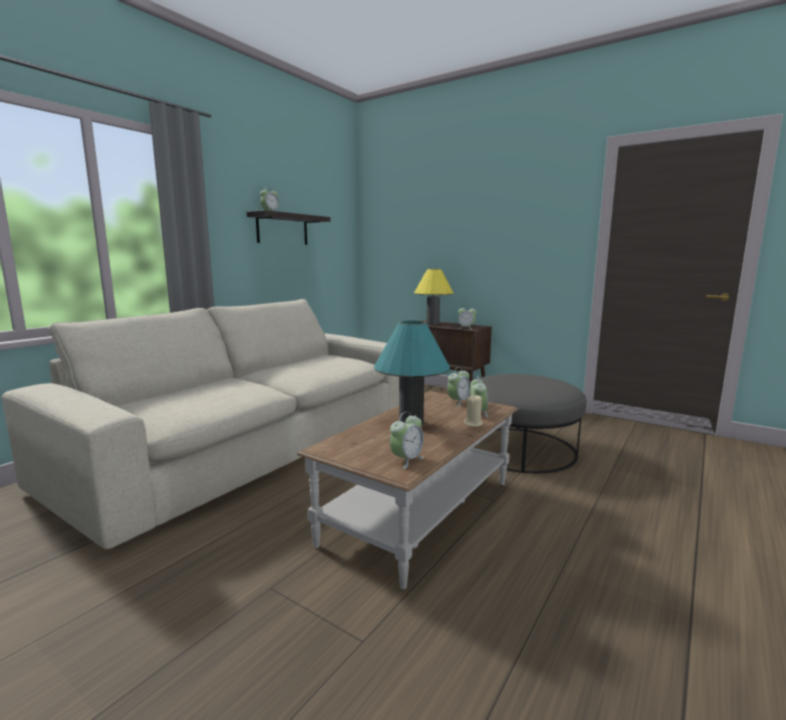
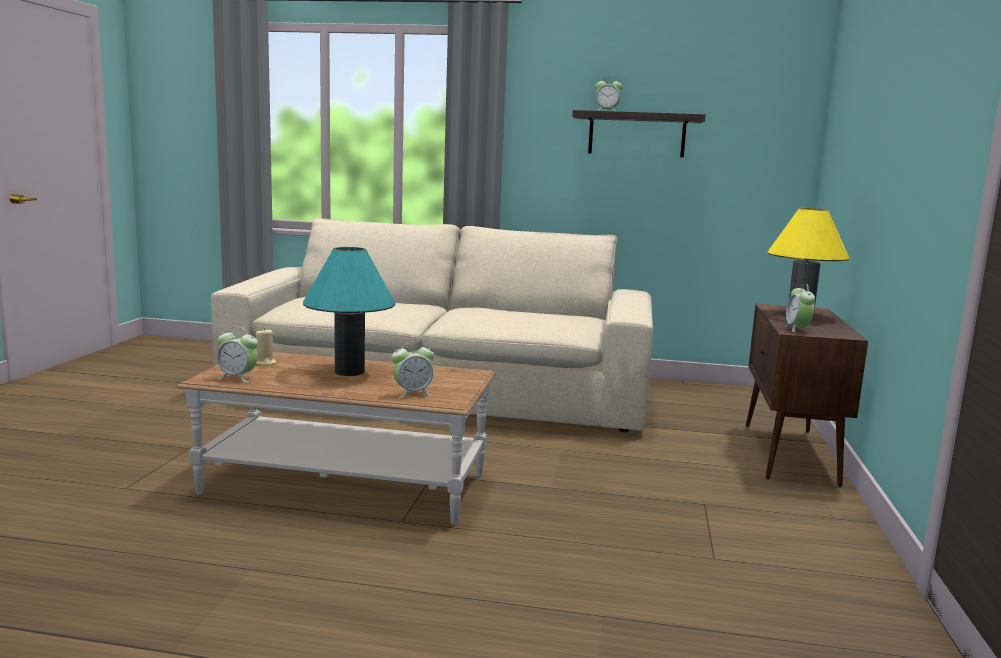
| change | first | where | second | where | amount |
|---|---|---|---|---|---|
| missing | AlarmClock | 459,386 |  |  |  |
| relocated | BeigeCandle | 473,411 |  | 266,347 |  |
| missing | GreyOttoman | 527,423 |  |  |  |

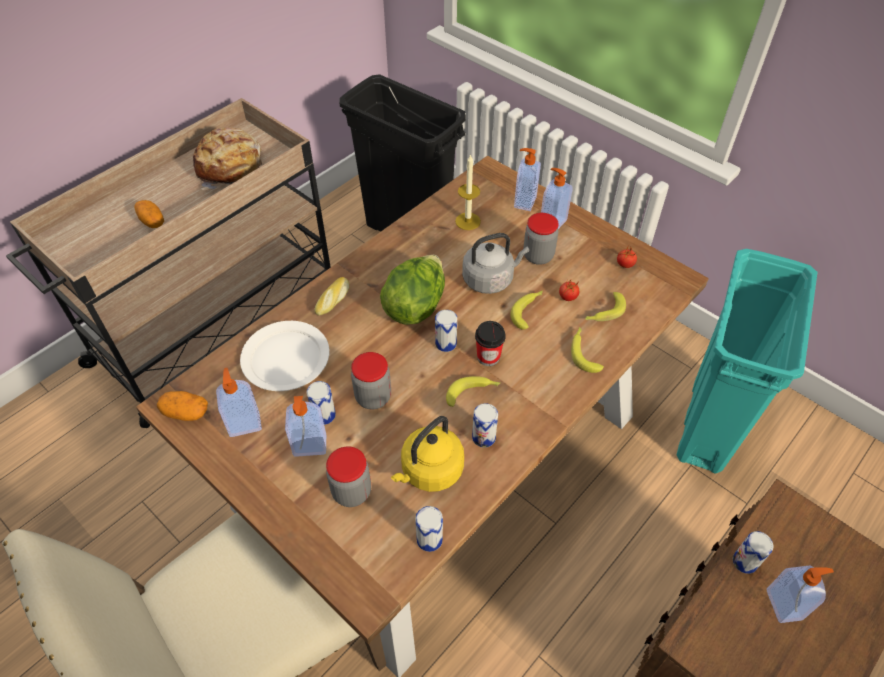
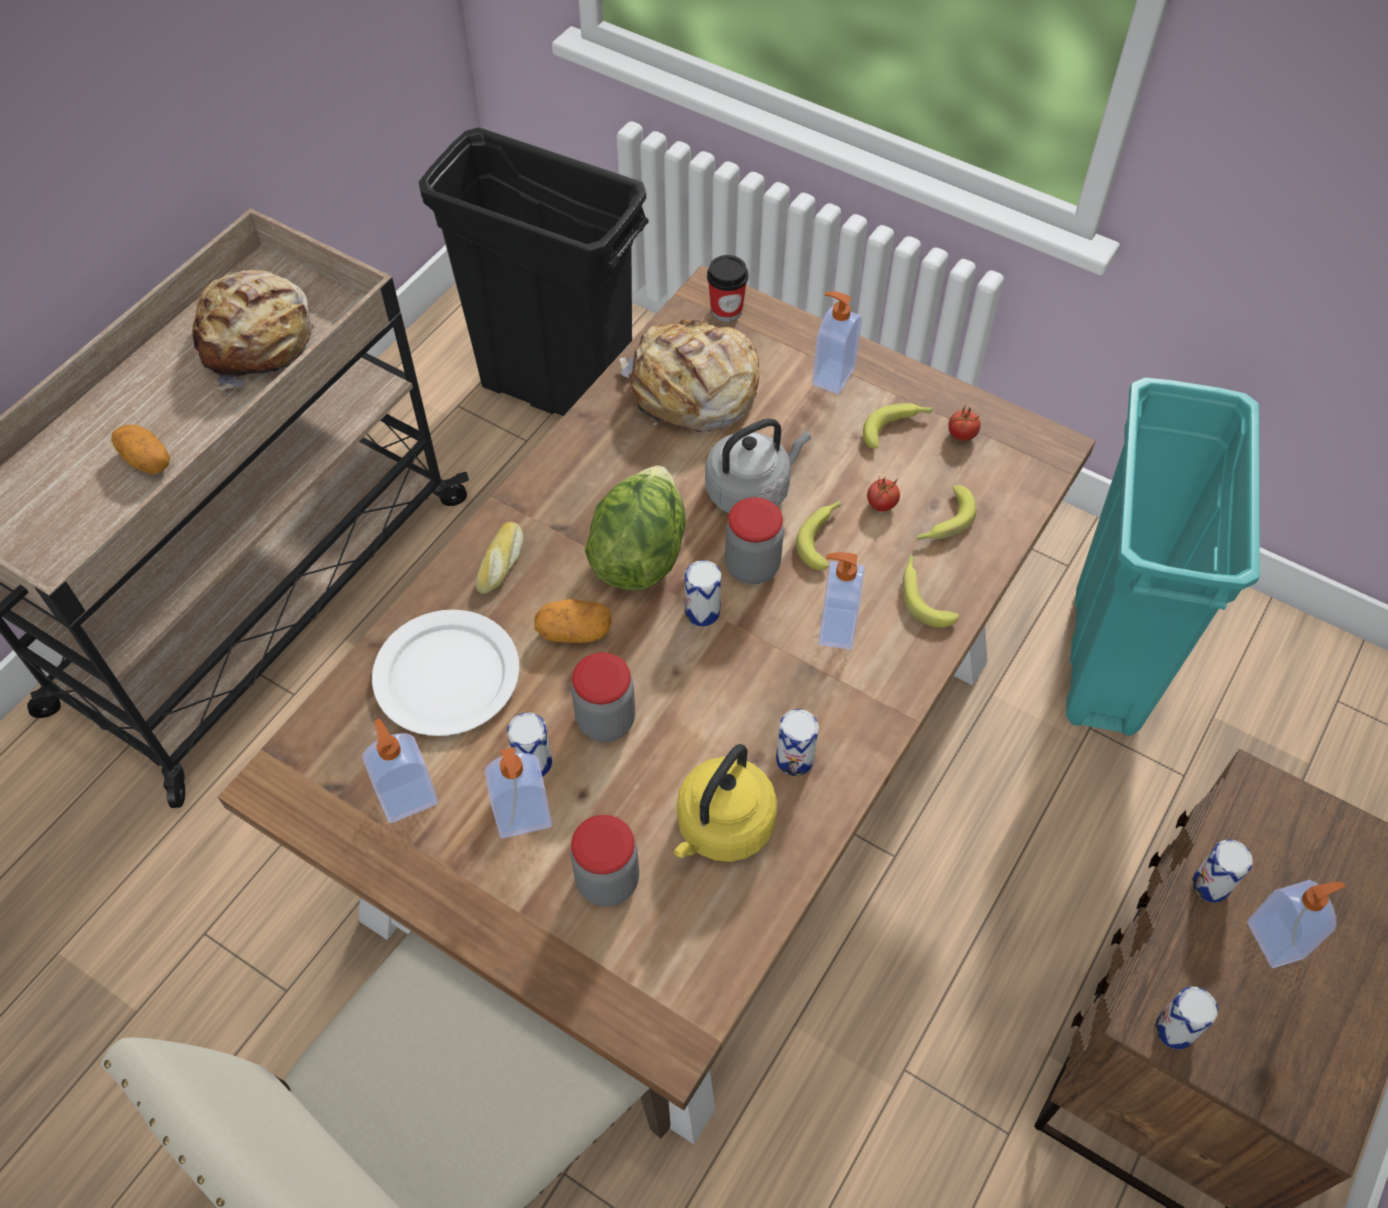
| change | first | where | second | where | amount |
|---|---|---|---|---|---|
| relocated | Potato | 182,406 |  | 573,621 |  |
| relocated | Can | 429,529 |  | 1186,1018 |  |
| relocated | Banana | 473,391 |  | 898,426 |  |
| exchanged | Candle | 468,192 | Bread | 689,376 |  |
| relocated | Cup | 490,343 |  | 727,288 |  |
| relocated | SoapDispenser | 527,179 |  | 842,601 |  |
| relocated | Jar | 541,239 |  | 754,540 |  |

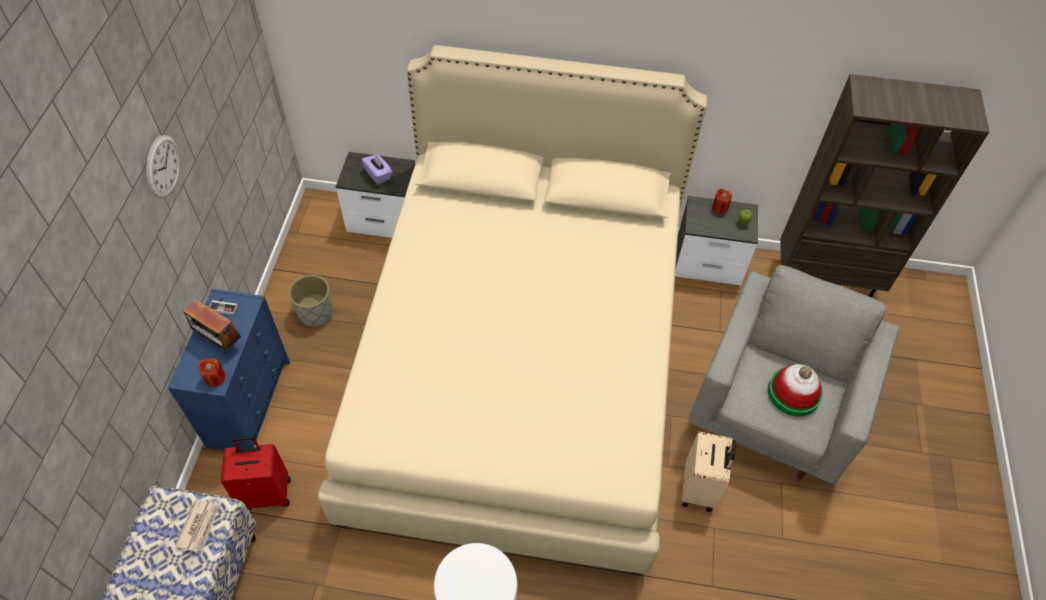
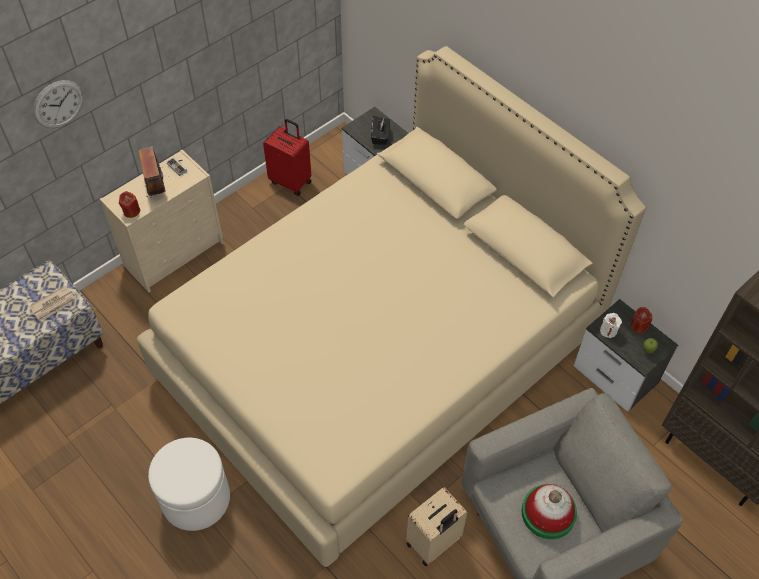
| change | first | where | second | where | amount |
|---|---|---|---|---|---|
| relocated | WallClock | 163,167 |  | 58,104 |  |
| colour | BlueDresser | 228,369 | BeigeDresser | 162,221 |  |
| relocated | RedSuitcase | 256,473 |  | 287,157 |  |
| missing | GreyPlanter | 311,301 |  |  |  |
| colour | PurpleTissueBox | 377,169 | BlackTissueBox | 380,130 |  |
| appeared |  |  | WhiteCandle | 611,325 |  |

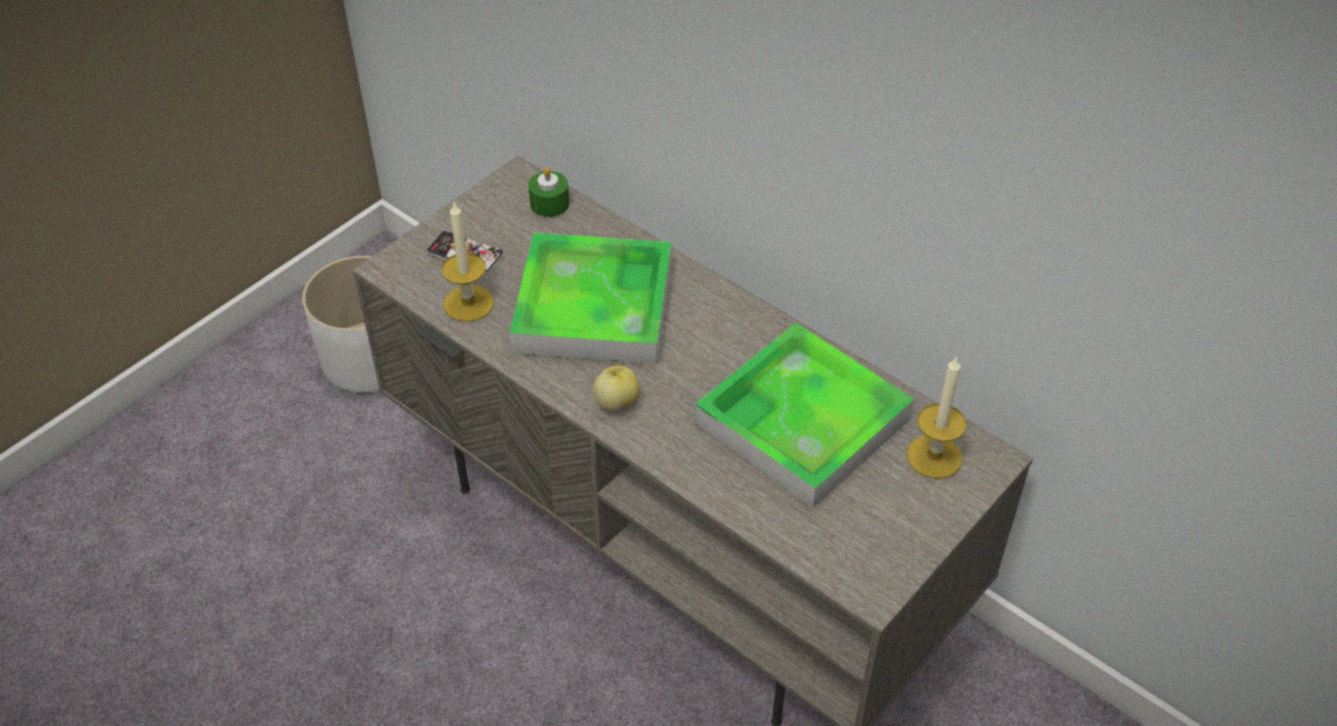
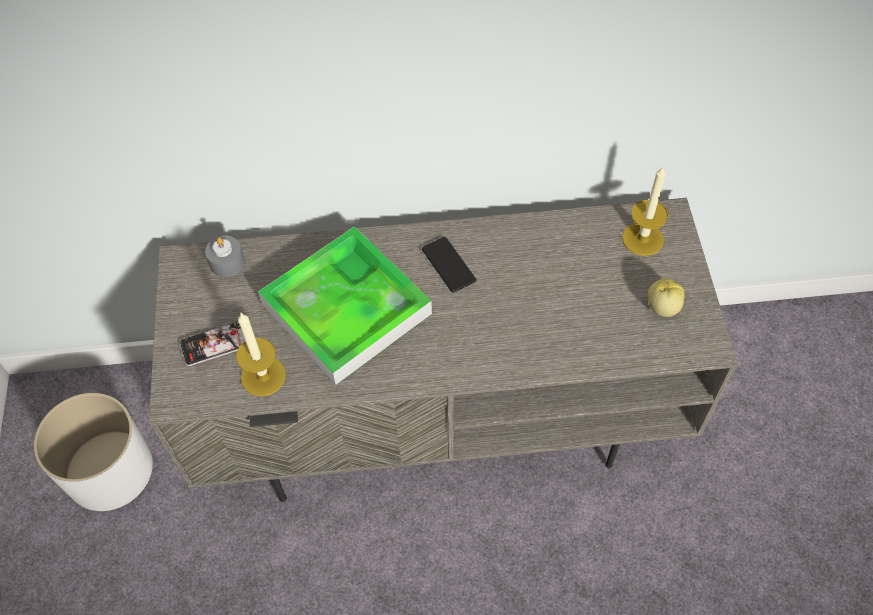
| change | first | where | second | where | amount |
|---|---|---|---|---|---|
| colour | GreenCandle | 548,192 | GreyCandle | 225,256 |  |
| relocated | Apple | 616,388 |  | 666,297 |  |
| missing | Tray | 804,415 |  |  |  |
| appeared |  |  | Phone | 449,265 |  |

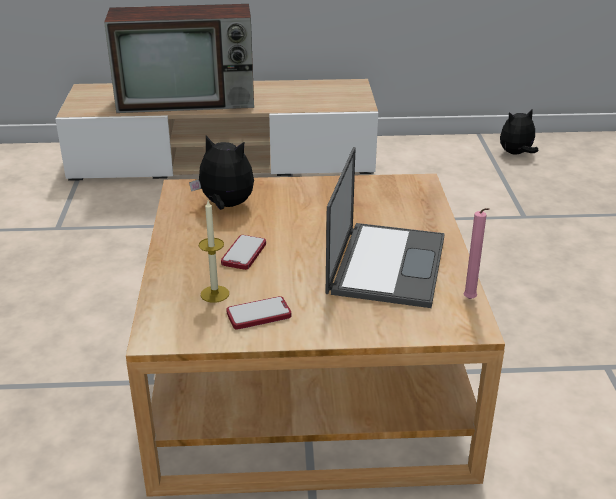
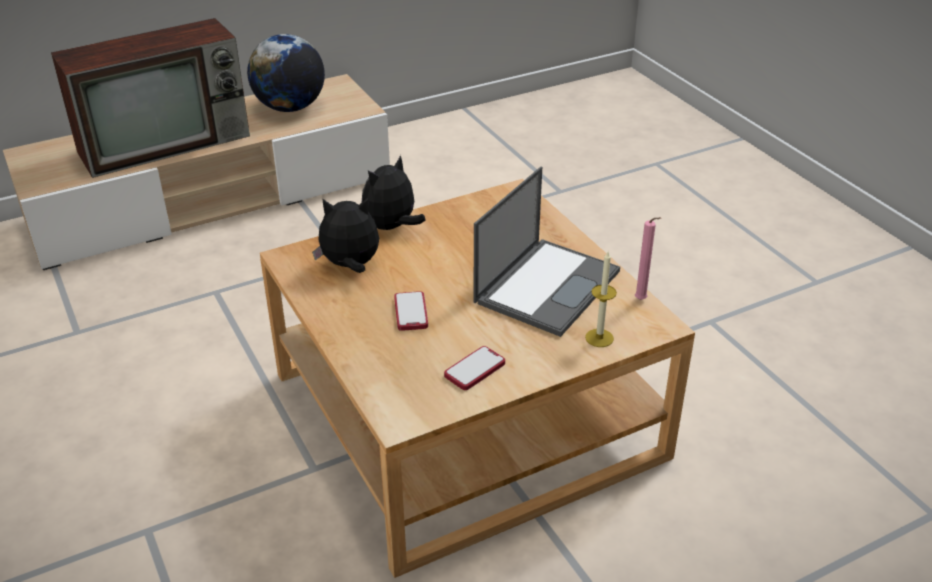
| change | first | where | second | where | amount |
|---|---|---|---|---|---|
| relocated | Candle | 214,251 |  | 601,299 |  |
| spun | Laptop | 385,227 |  | 547,252 | 45 degrees clockwise |
| relocated | PlushToy | 519,131 |  | 393,192 |  |
| appeared |  |  | Globe | 286,73 |  |

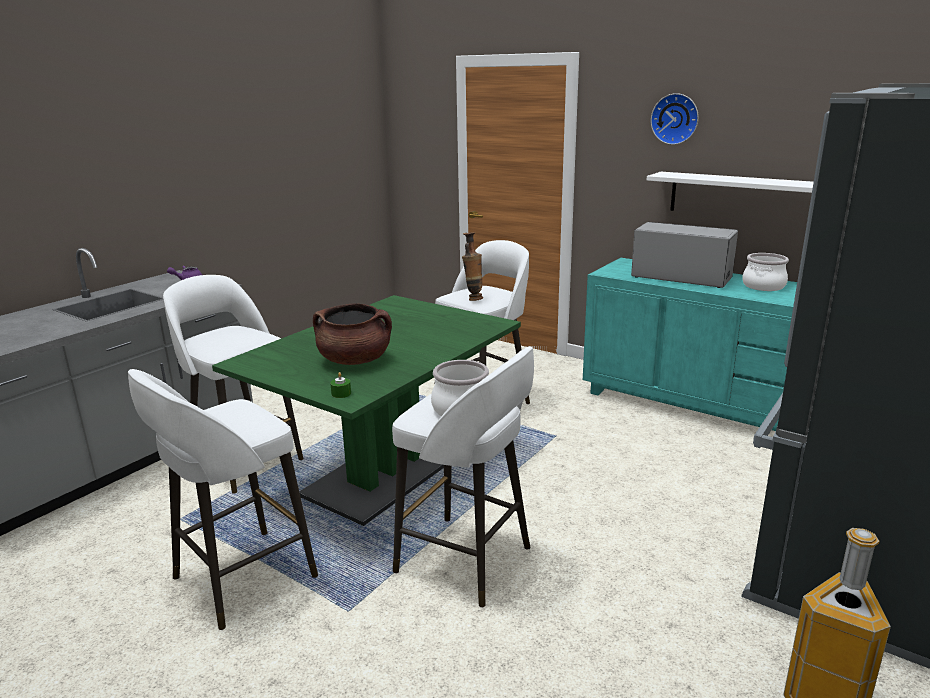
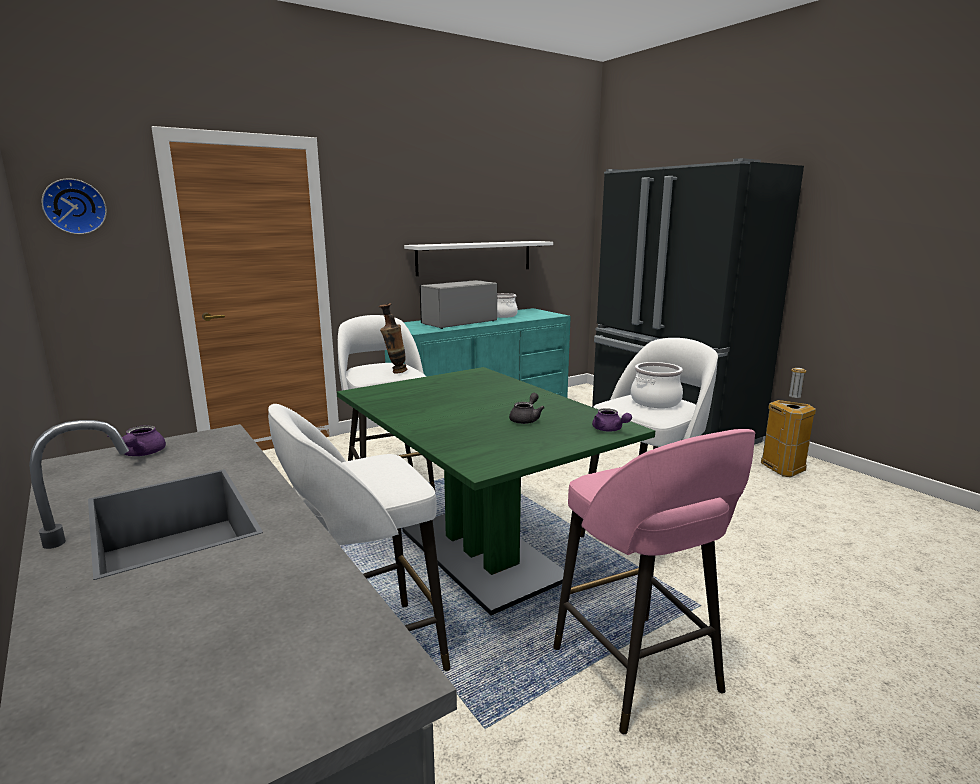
| change | first | where | second | where | amount |
|---|---|---|---|---|---|
| colour | WhiteStool | 223,499 | PinkStool | 654,581 |  |
| exchanged | BrownCookingPot | 352,334 | GreyTeapot | 527,408 |  |
| exchanged | GreenCandle | 340,385 | PurpleTeapot | 612,420 |  |
| relocated | WallClock | 675,119 |  | 74,206 |  |

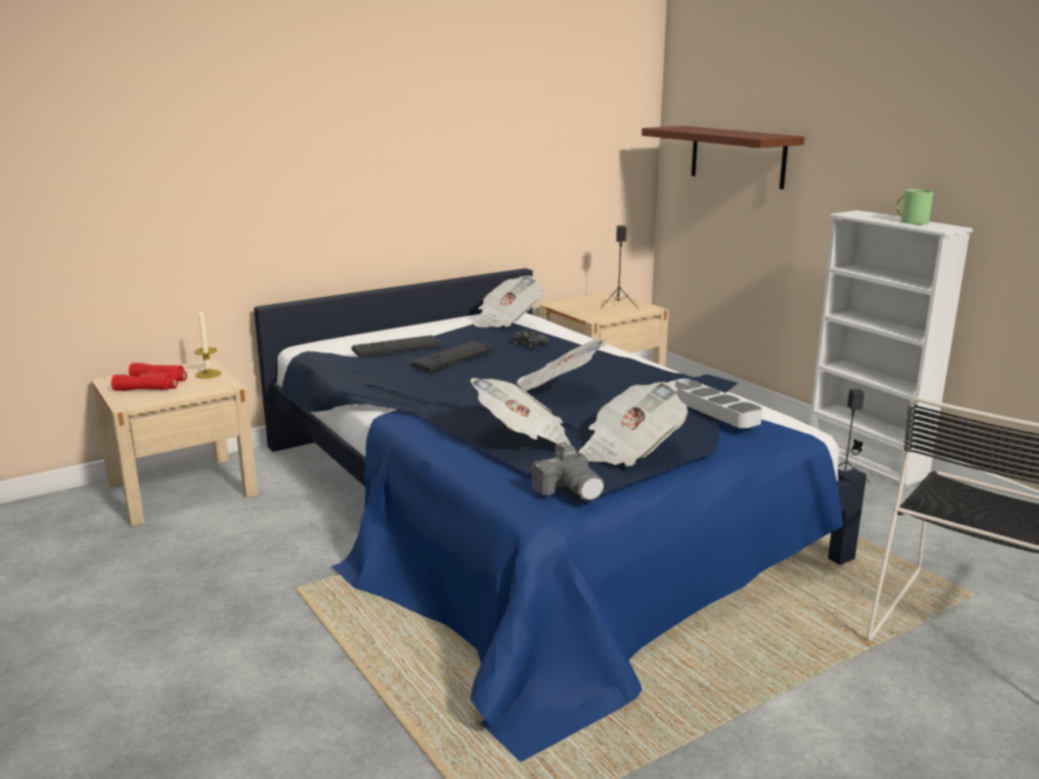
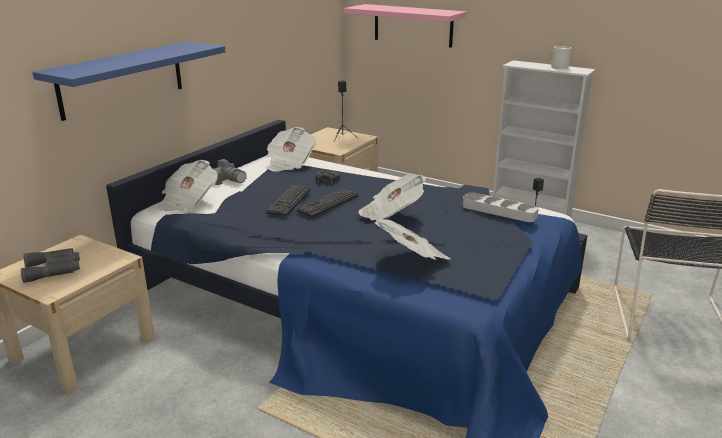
| change | first | where | second | where | amount |
|---|---|---|---|---|---|
| colour | RedBinoculars | 149,377 | GreyBinoculars | 50,265 |  |
| missing | Candle | 207,343 |  |  |  |
| relocated | Keyboard | 396,346 |  | 327,202 |  |
| relocated | PhotoCamera | 567,471 |  | 230,172 |  |
| relocated | Newspaper | 633,424 |  | 188,185 |  |
| colour | BrownShelf | 723,157 | PinkShelf | 405,26 |  |
| colour | GreenMug | 915,206 | WhiteMug | 559,57 |  |
| appeared |  |  | BlueShelf | 128,81 |  |

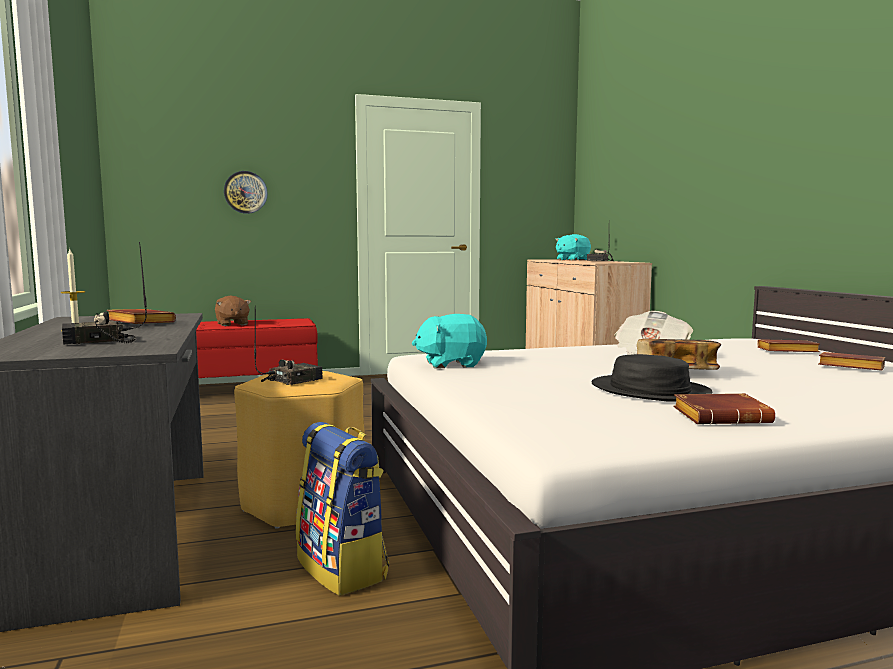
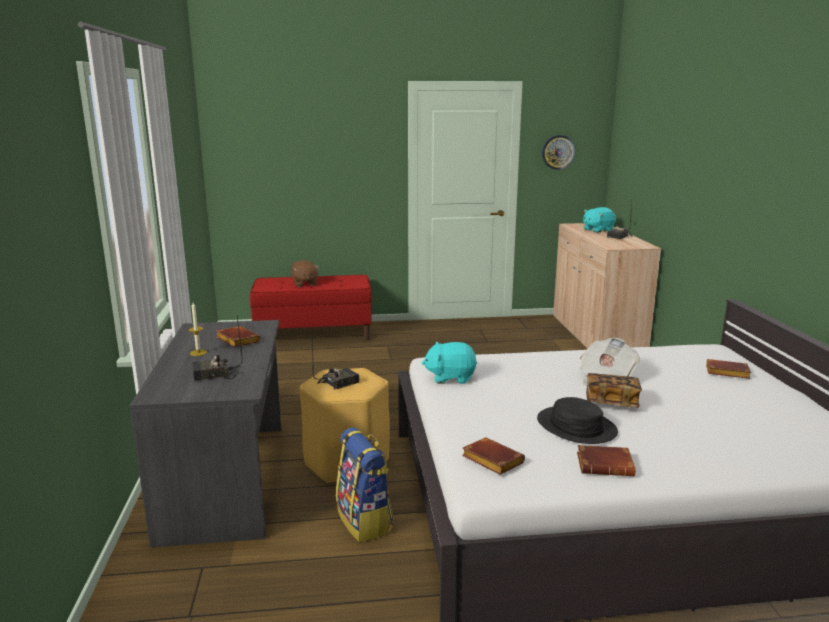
| change | first | where | second | where | amount |
|---|---|---|---|---|---|
| relocated | WallClock | 246,192 |  | 558,152 |  |
| relocated | BrownBook | 851,361 |  | 493,456 |  |

